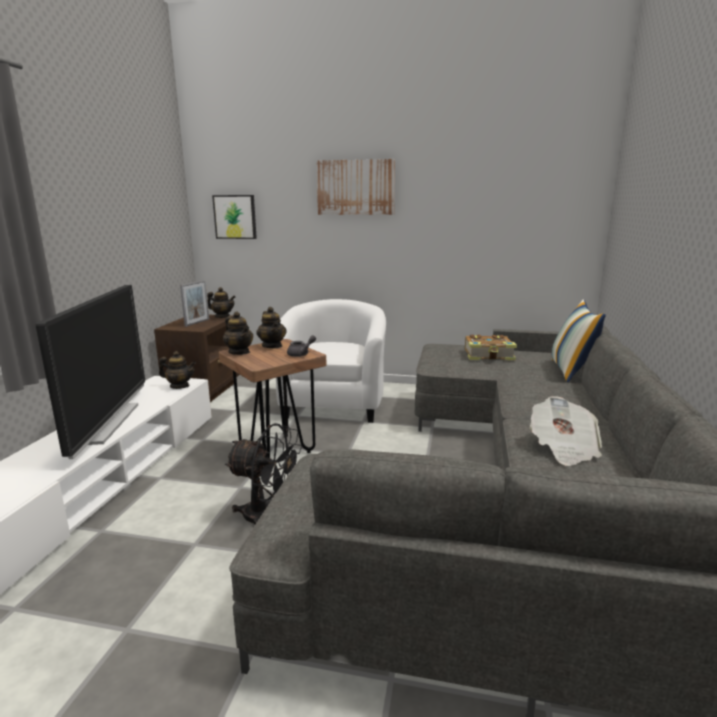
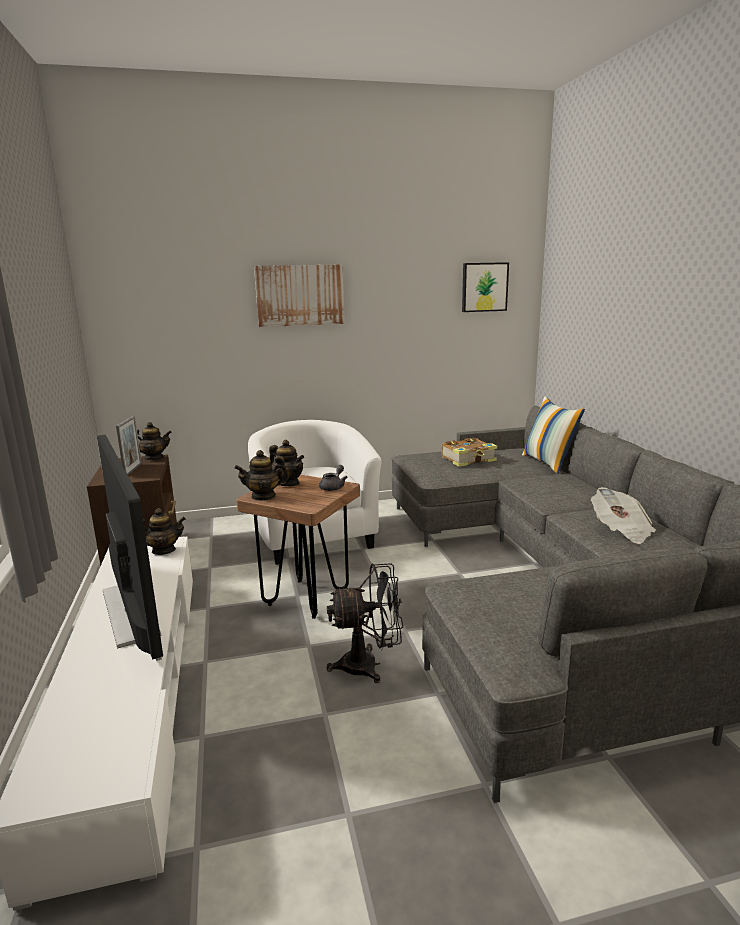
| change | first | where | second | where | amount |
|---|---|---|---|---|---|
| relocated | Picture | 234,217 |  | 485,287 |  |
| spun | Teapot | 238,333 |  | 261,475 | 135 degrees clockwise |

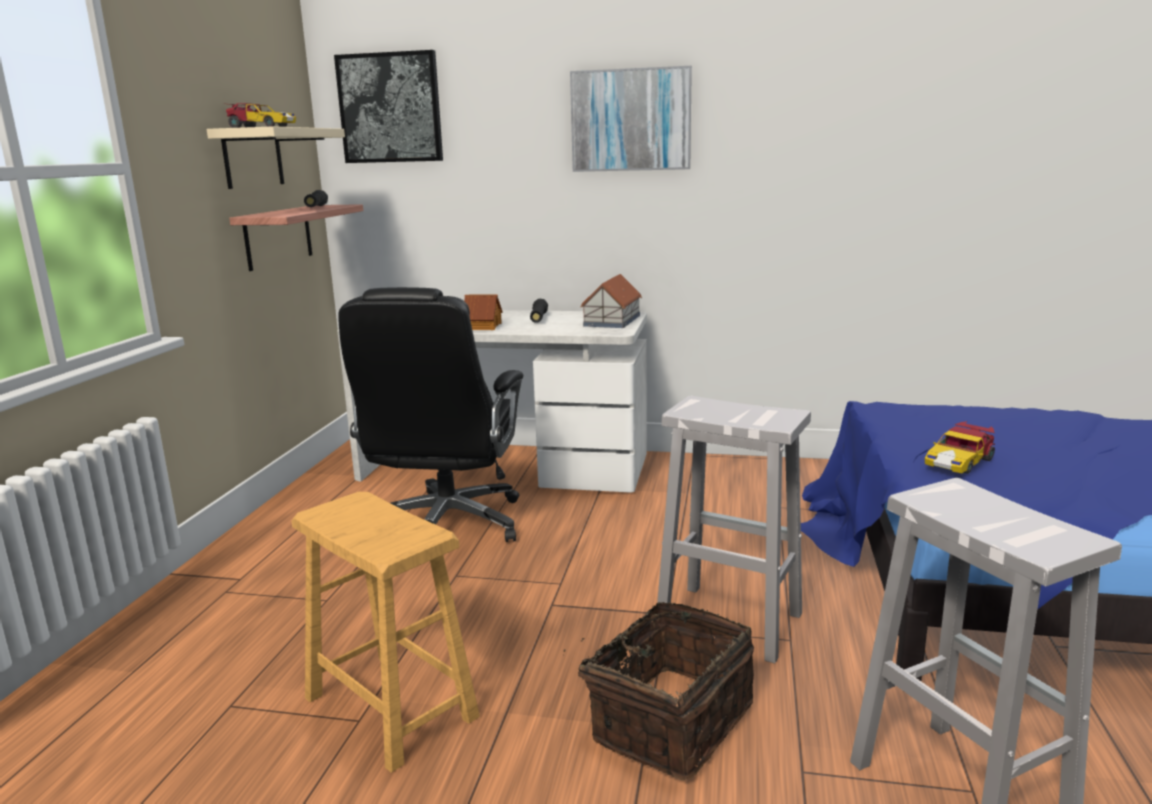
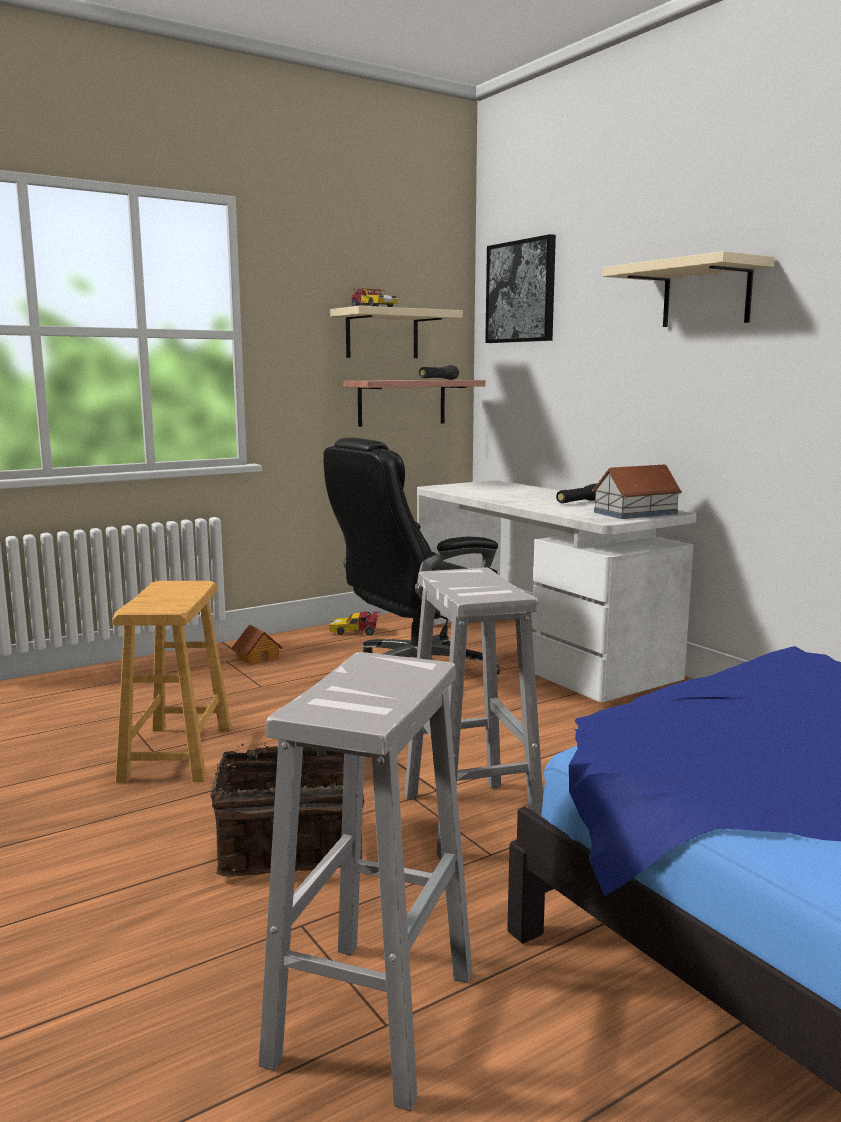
| change | first | where | second | where | amount |
|---|---|---|---|---|---|
| relocated | ToyHouse | 483,312 |  | 257,644 |  |
| exchanged | Picture | 631,119 | BeigeShelf | 688,289 |  |
| relocated | ToyCar | 960,447 |  | 354,624 |  |

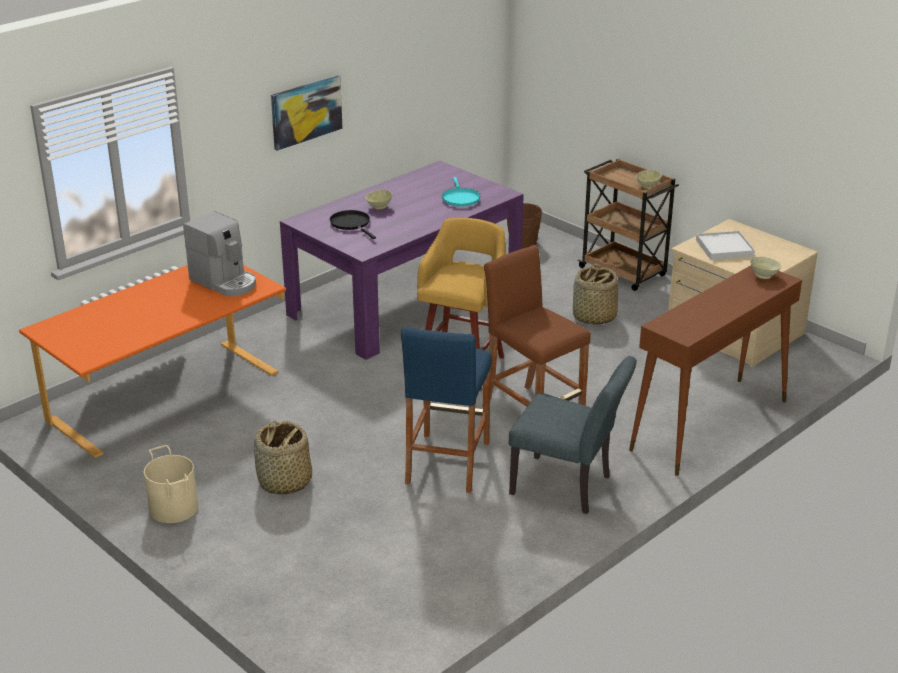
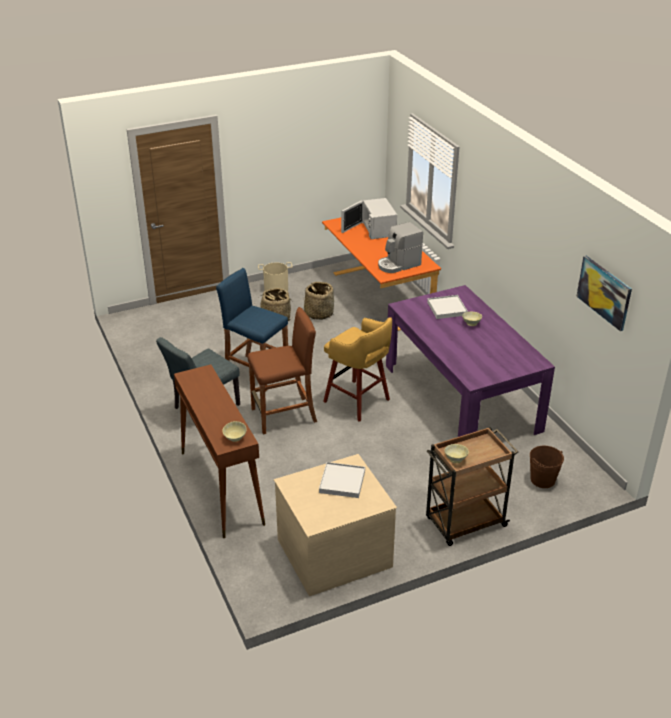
| change | first | where | second | where | amount |
|---|---|---|---|---|---|
| relocated | Picture | 307,113 |  | 604,293 |  |
| exchanged | BlackFryingPan | 353,224 | WhiteTray | 447,307 |  |
| missing | TurquoiseFryingPan | 461,192 |  |  |  |
| relocated | Basket | 595,294 |  | 318,301 |  |
| appeared |  |  | WhiteMicrowave | 369,218 |  |

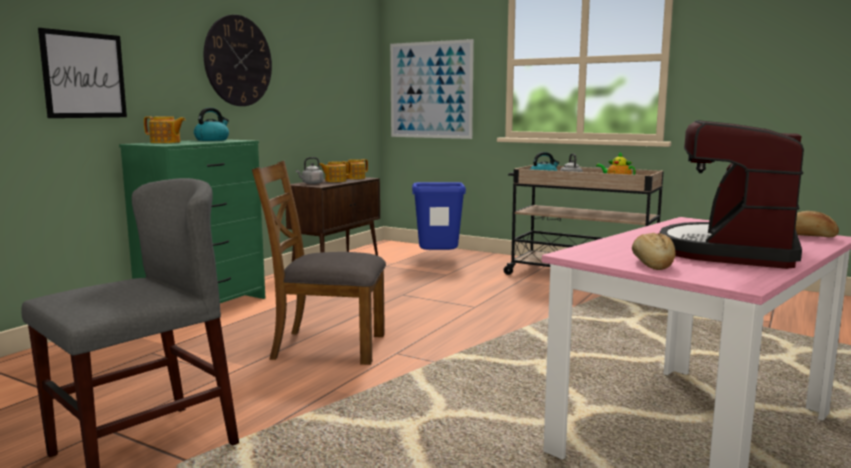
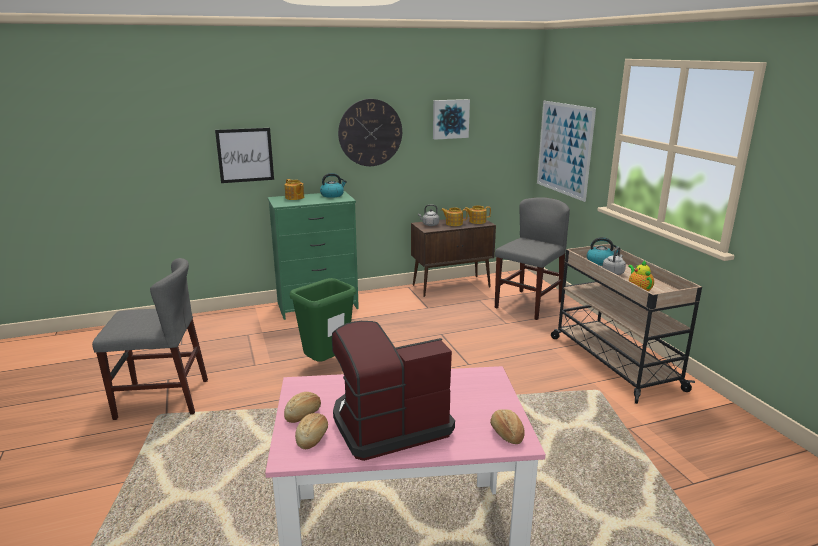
| change | first | where | second | where | amount |
|---|---|---|---|---|---|
| exchanged | BrownChair | 319,263 | GreenTrashCan | 323,320 |  |
| exchanged | BlueTrashCan | 439,216 | GreyChair | 532,258 |  |
| appeared |  |  | Bread | 311,431 |  |
| appeared |  |  | Picture | 451,119 |  |

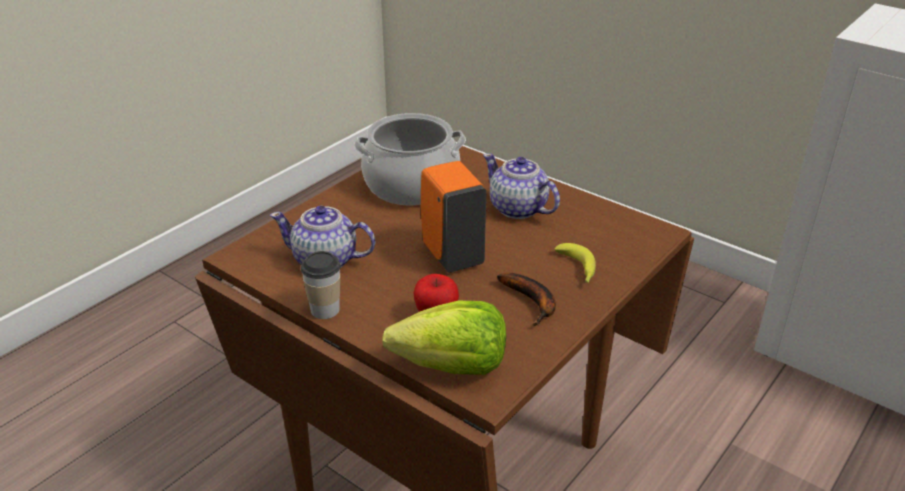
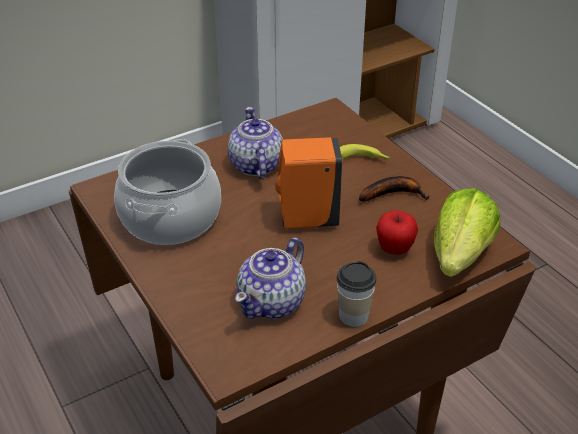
| change | first | where | second | where | amount |
|---|---|---|---|---|---|
| spun | Teapot | 521,186 |  | 255,143 | 105 degrees clockwise |

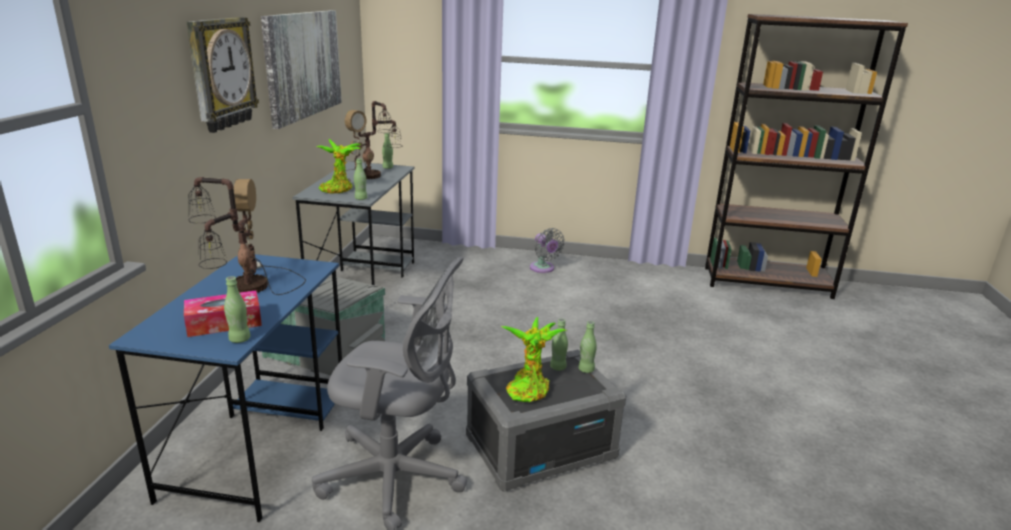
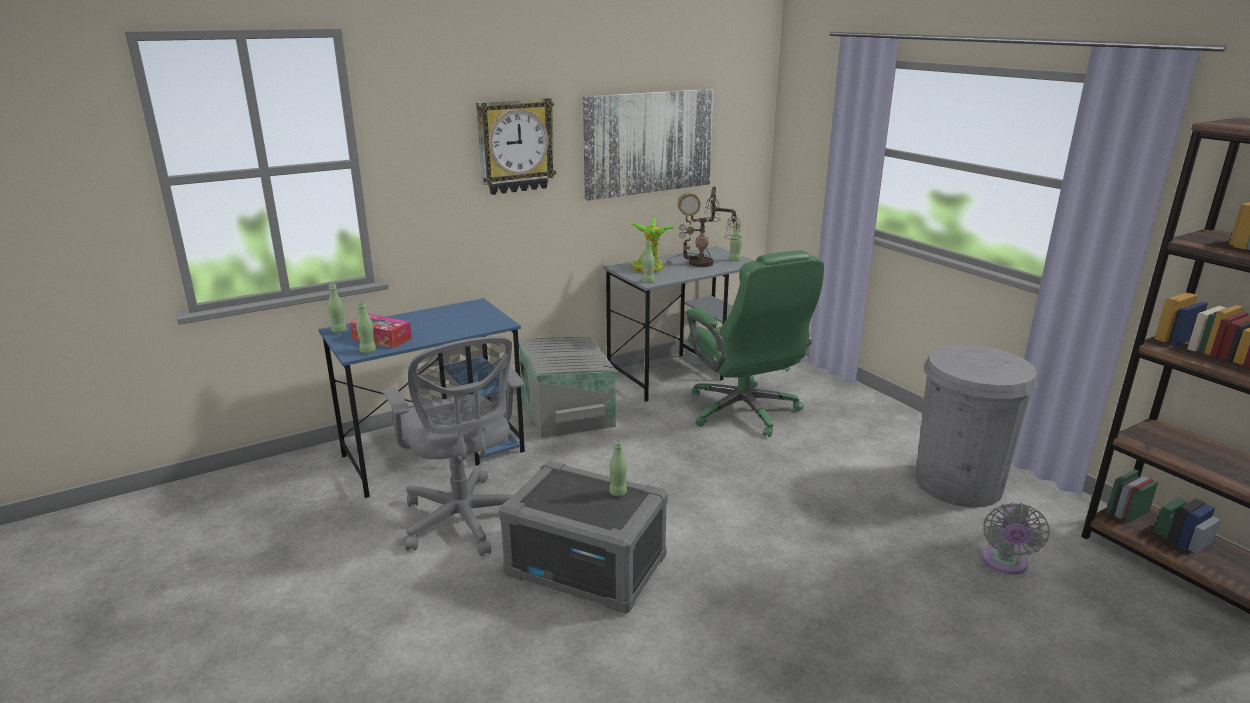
| change | first | where | second | where | amount |
|---|---|---|---|---|---|
| missing | TableLamp | 247,236 |  |  |  |
| missing | PottedPlant | 533,359 |  |  |  |
| relocated | GreyFan | 547,250 |  | 1016,538 |  |
| relocated | GreenBottle | 587,347 |  | 337,308 |  |
| appeared |  |  | GreenOfficeChair | 754,343 |  |
| appeared |  |  | GreyTrashCan | 976,426 |  |

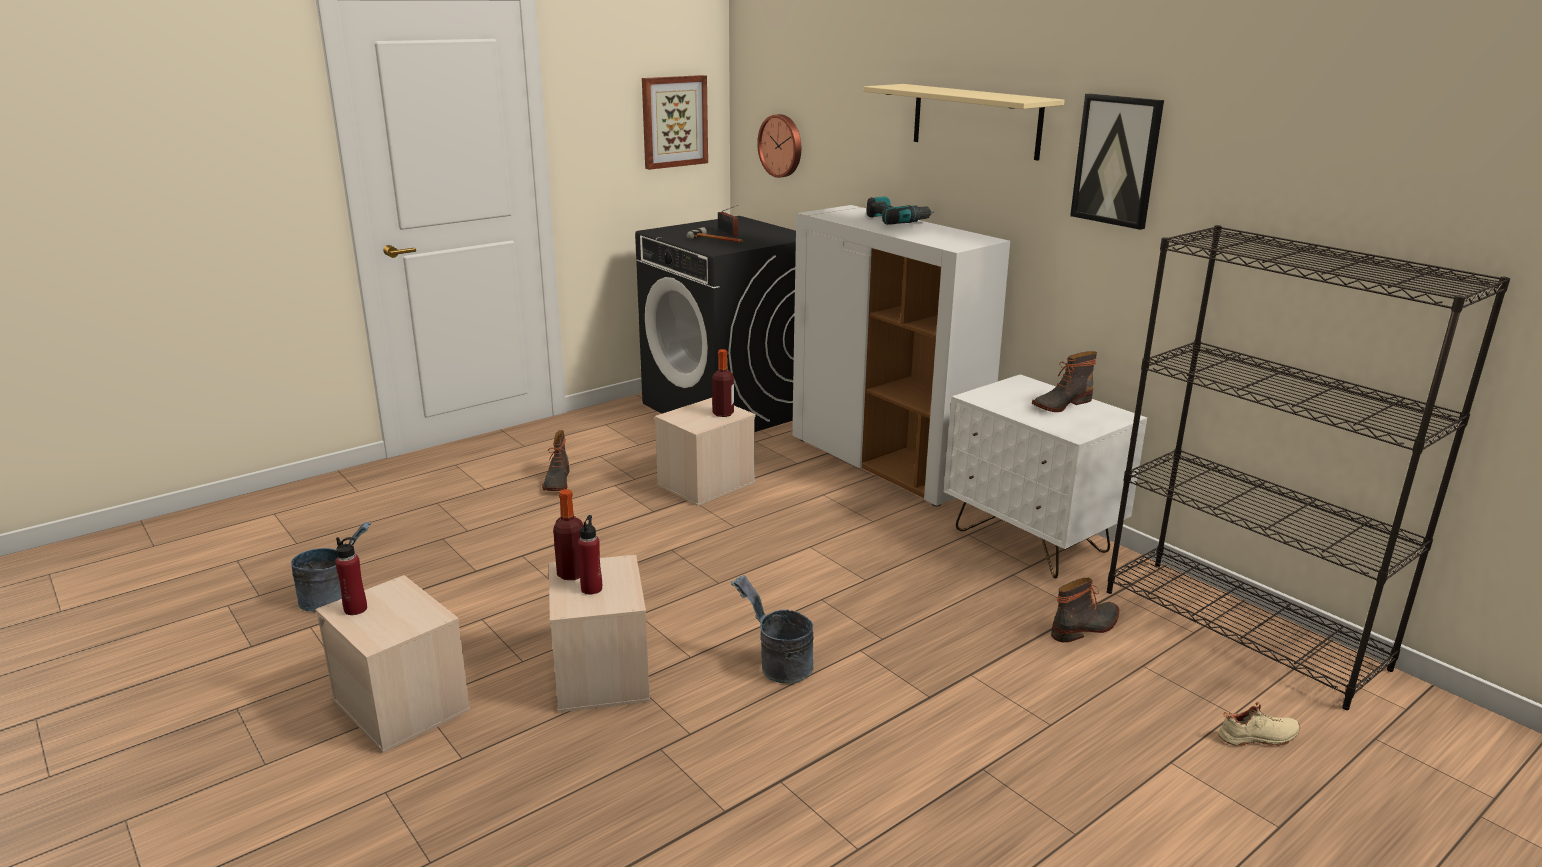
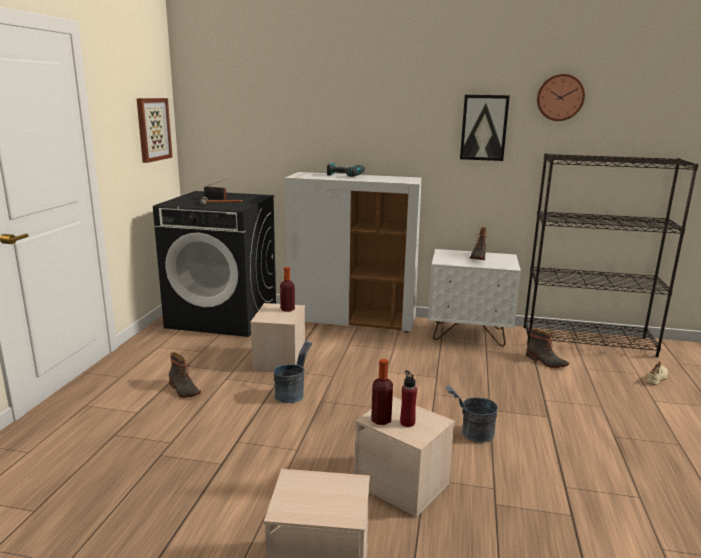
| change | first | where | second | where | amount |
|---|---|---|---|---|---|
| relocated | GreyBucket | 331,567 |  | 293,371 |  |
| missing | RedBottle | 351,576 |  |  |  |
| relocated | WallClock | 779,146 |  | 561,97 |  |
| missing | BeigeShelf | 964,122 |  |  |  |
| spun | Boot | 1085,610 |  | 547,348 | 120 degrees clockwise |

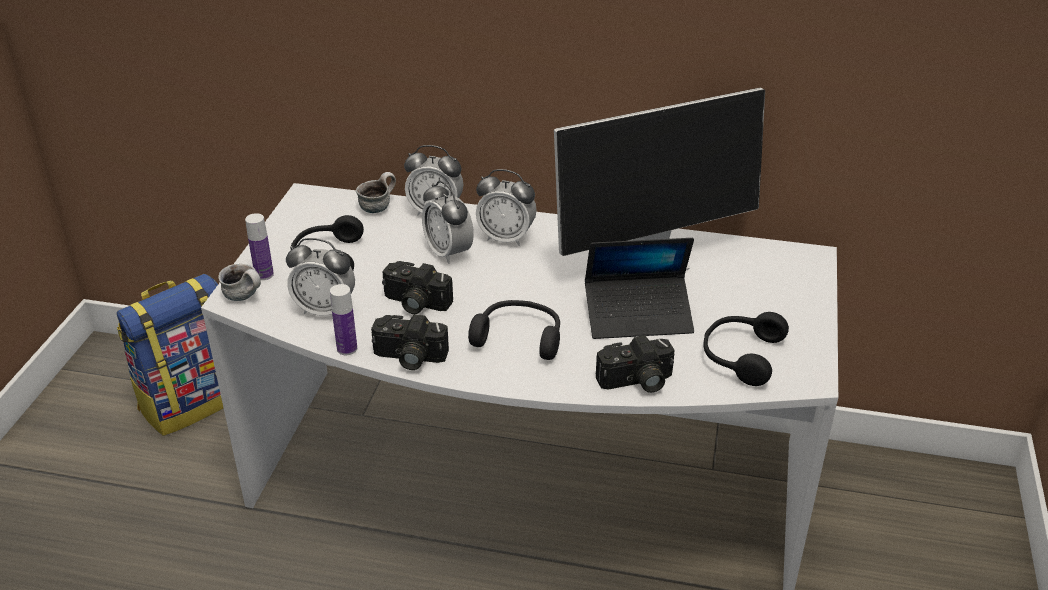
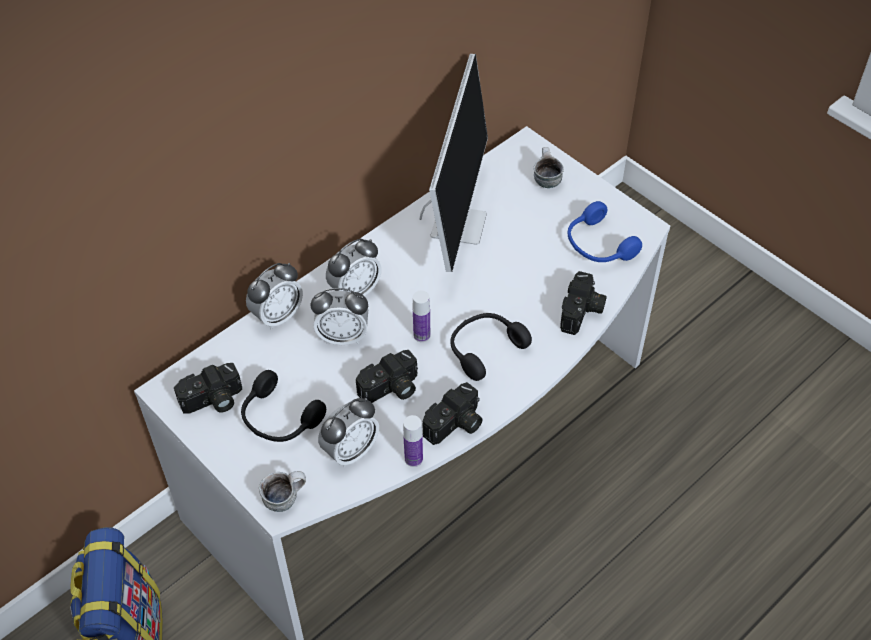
| change | first | where | second | where | amount |
|---|---|---|---|---|---|
| relocated | Bottle | 259,246 |  | 421,316 |  |
| relocated | Mug | 376,192 |  | 549,167 |  |
| missing | Laptop | 639,288 |  |  |  |
| colour | BlackHeadphones | 746,349 | BlueHeadphones | 605,231 |  |
| appeared |  |  | PhotoCamera | 208,388 |  |

